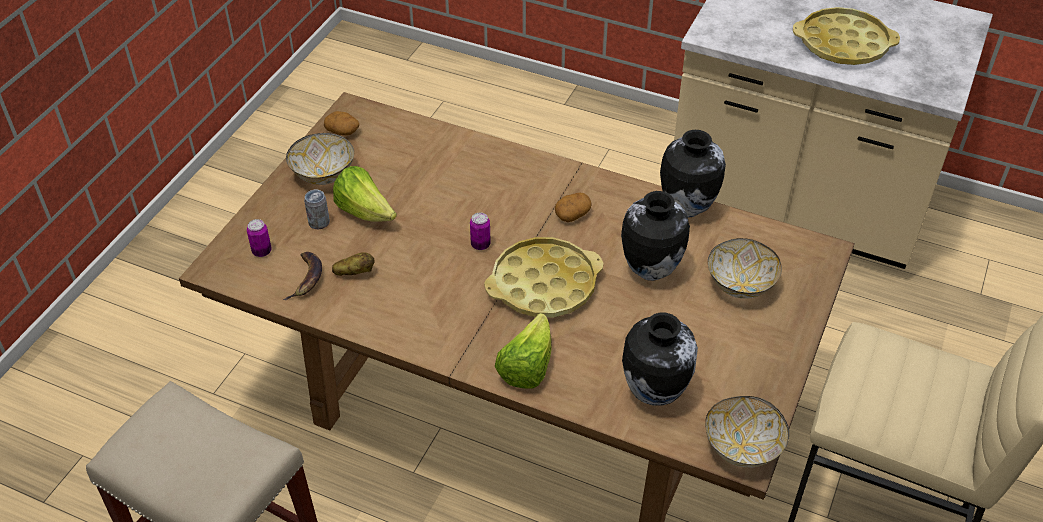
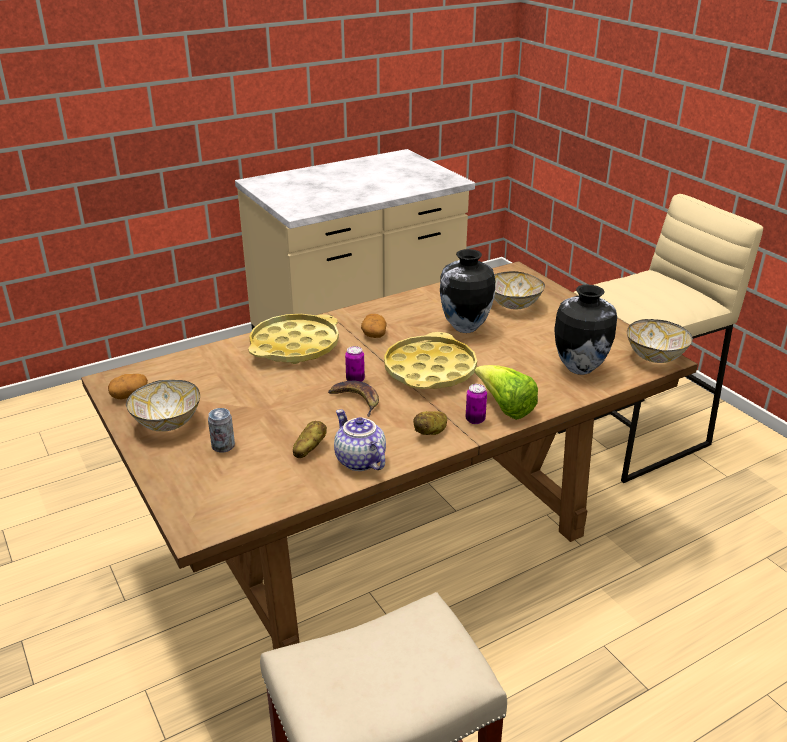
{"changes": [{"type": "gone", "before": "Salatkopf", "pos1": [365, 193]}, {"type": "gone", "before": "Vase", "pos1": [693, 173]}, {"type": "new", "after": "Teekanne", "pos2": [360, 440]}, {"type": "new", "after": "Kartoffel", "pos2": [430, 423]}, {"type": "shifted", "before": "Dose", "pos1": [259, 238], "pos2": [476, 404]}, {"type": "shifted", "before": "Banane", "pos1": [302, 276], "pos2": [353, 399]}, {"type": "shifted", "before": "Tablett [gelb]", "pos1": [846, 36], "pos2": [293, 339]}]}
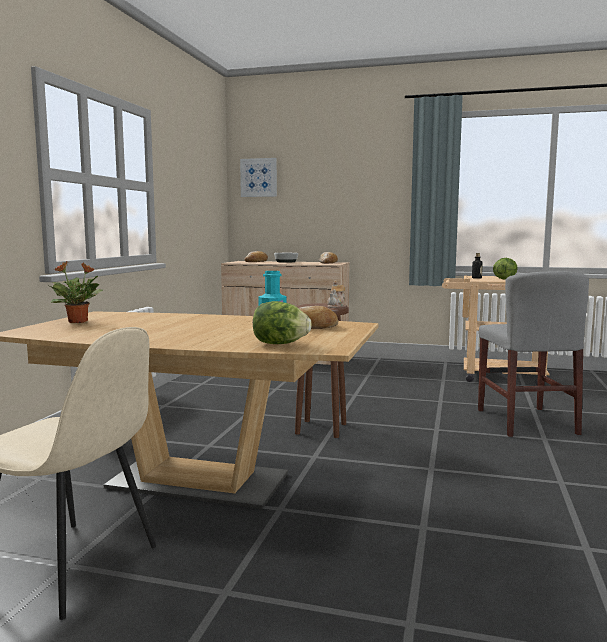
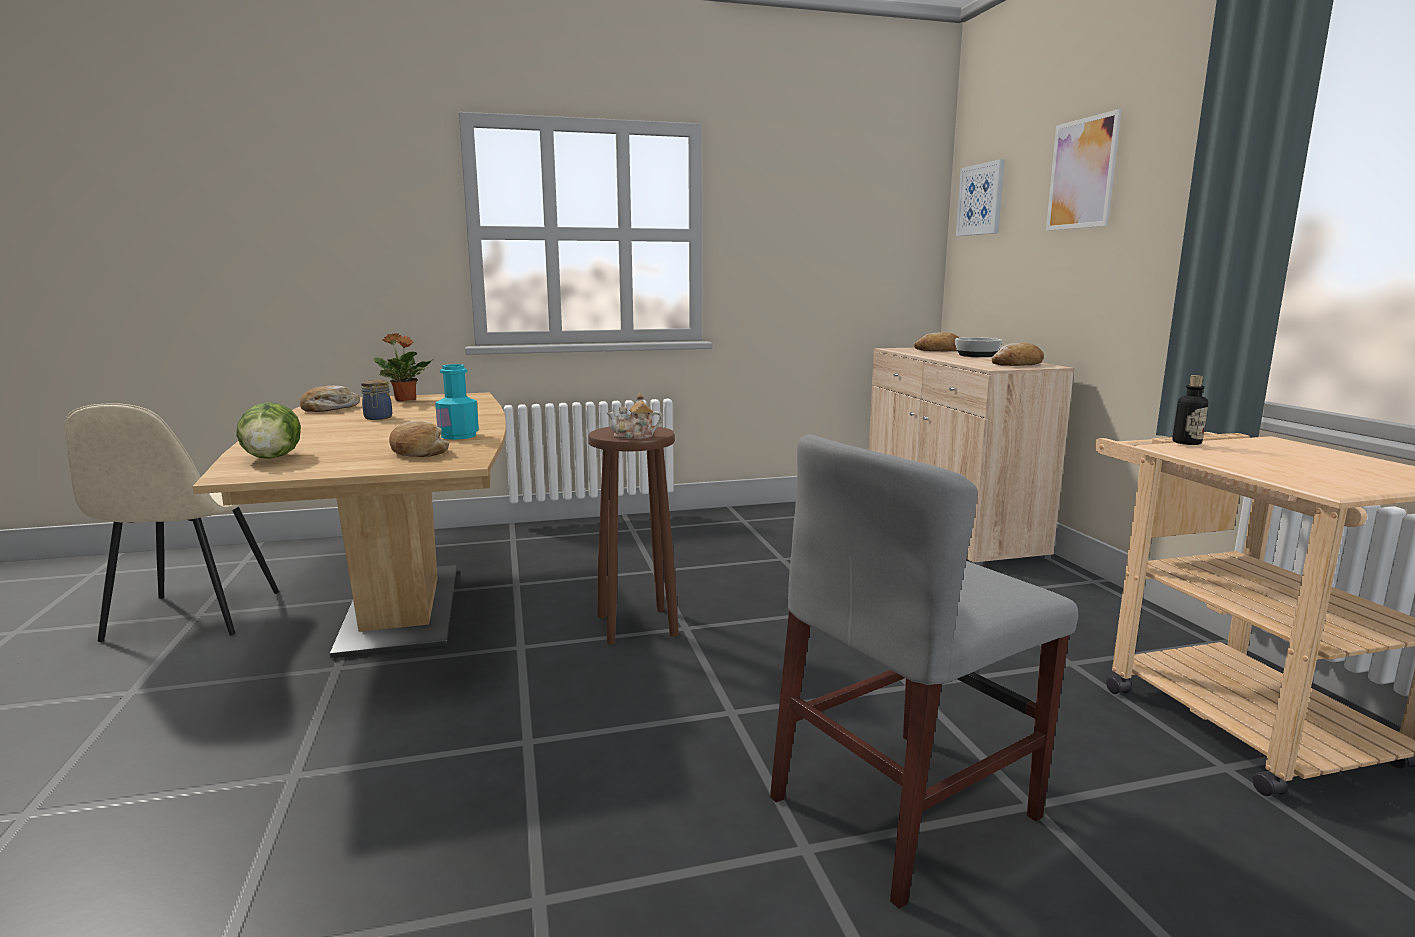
{"changes": [{"type": "gone", "before": "Salatkopf", "pos1": [505, 269]}, {"type": "new", "after": "Brot", "pos2": [330, 399]}, {"type": "new", "after": "Vorratsglas", "pos2": [376, 400]}, {"type": "new", "after": "Bild", "pos2": [1084, 170]}]}
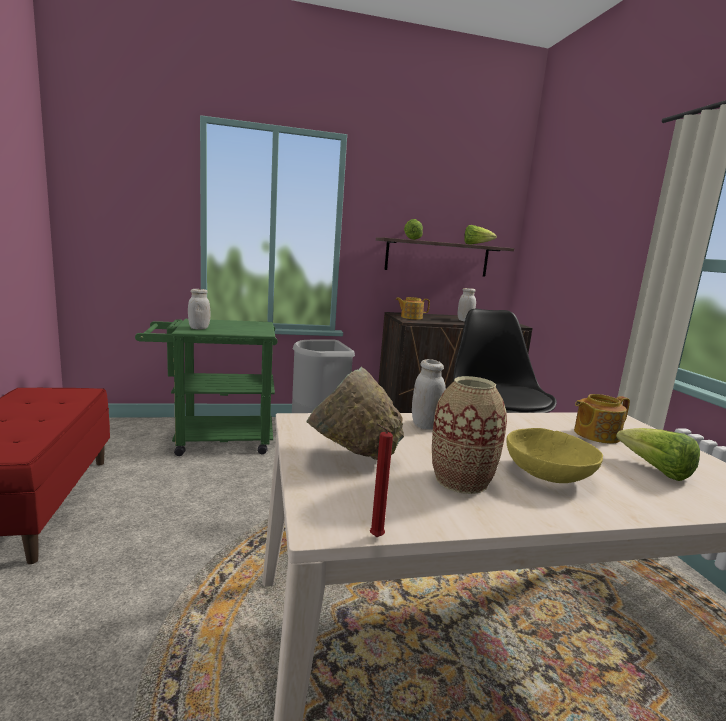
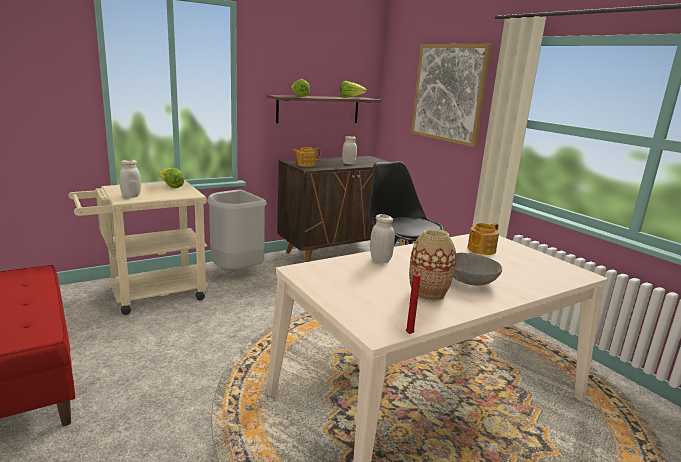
{"changes": [{"type": "gone", "before": "Schüssel [grün]", "pos1": [355, 413]}, {"type": "new", "after": "Bild", "pos2": [451, 95]}, {"type": "shifted", "before": "Salatkopf", "pos1": [658, 454], "pos2": [171, 178]}, {"type": "repainted", "before": "Rollwagen [grün]", "after": "Rollwagen [beige]", "pos1": [206, 387], "pos2": [138, 248]}, {"type": "repainted", "before": "Schüssel [gelb]", "after": "Schüssel [grau]", "pos1": [554, 455], "pos2": [477, 269]}]}
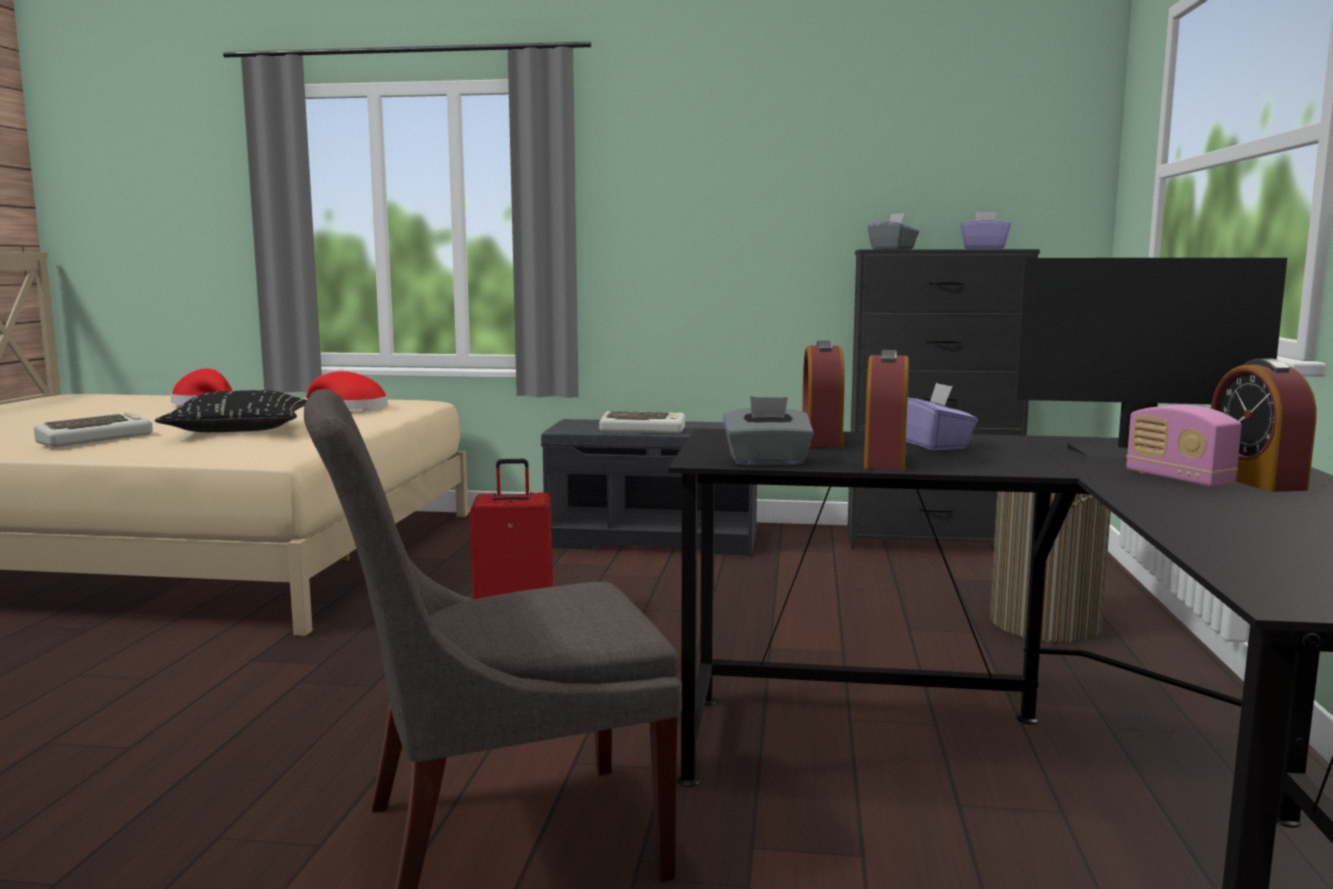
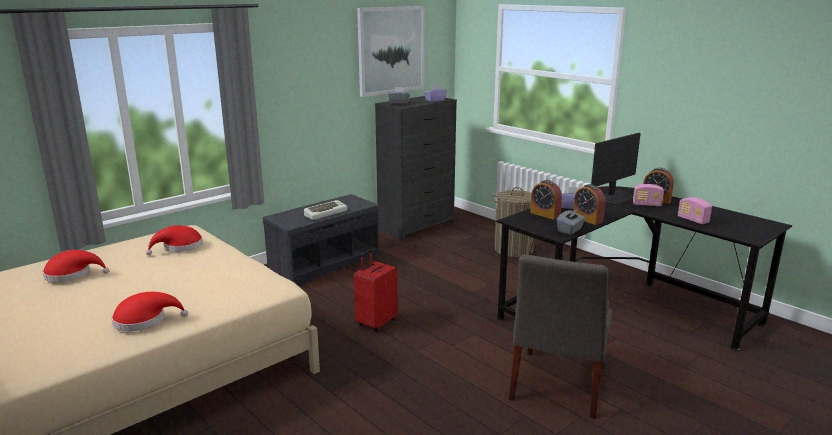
{"changes": [{"type": "gone", "before": "Kissen [schwarz]", "pos1": [231, 411]}, {"type": "new", "after": "Bild", "pos2": [391, 51]}, {"type": "new", "after": "Radio", "pos2": [695, 210]}, {"type": "swapped", "before": "Tastatur", "after": "Hut [rot]", "pos1": [93, 430], "pos2": [149, 311]}]}
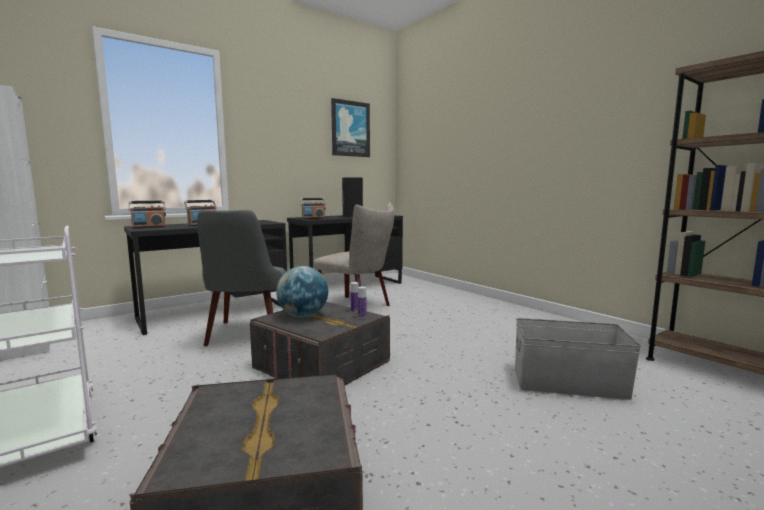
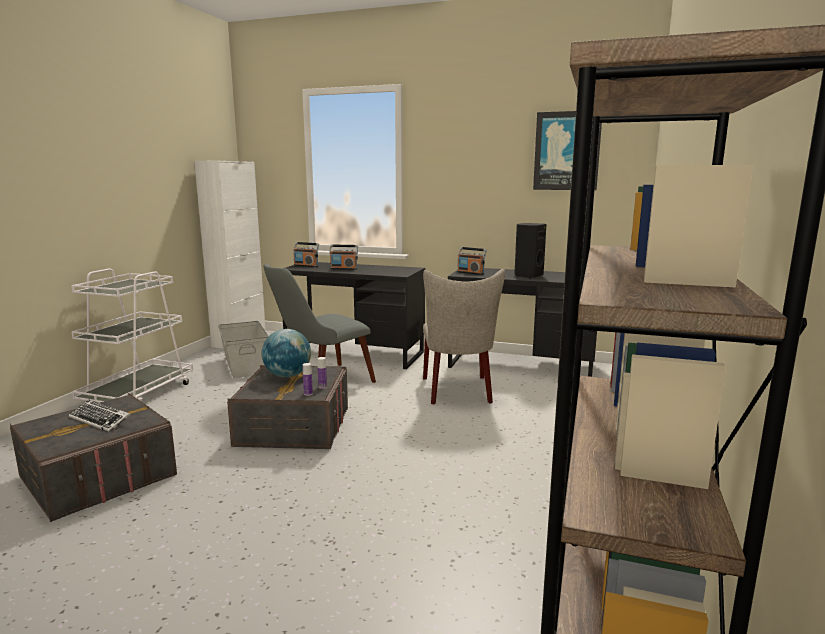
{"changes": [{"type": "new", "after": "Tastatur", "pos2": [99, 415]}, {"type": "shifted", "before": "Aufbewahrungsbox [grau]", "pos1": [578, 359], "pos2": [243, 349]}]}
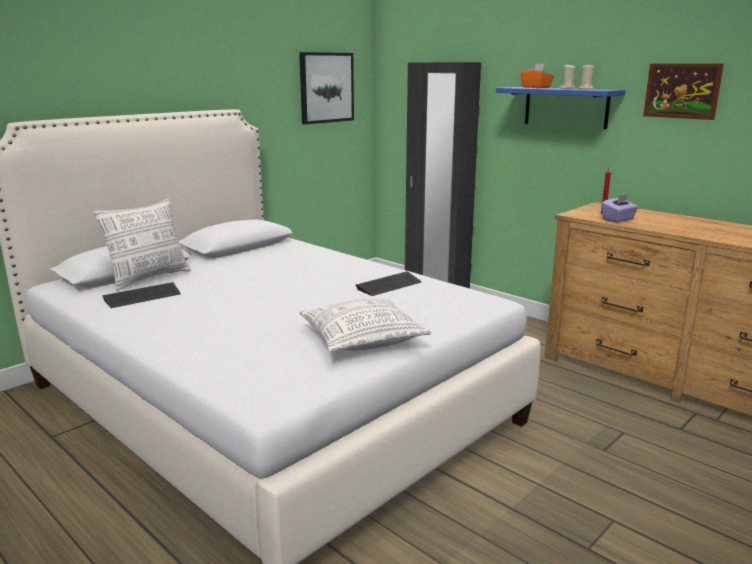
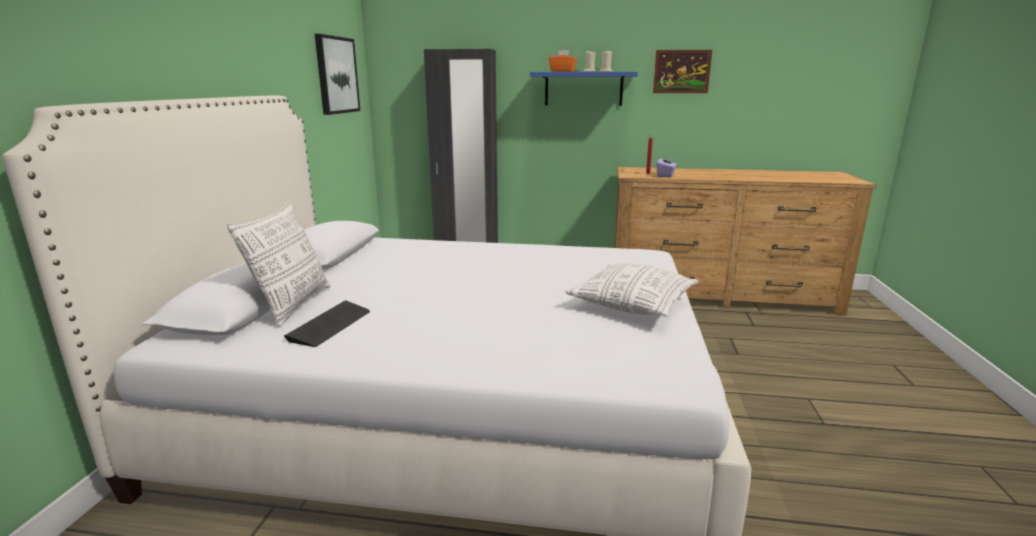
{"changes": [{"type": "gone", "before": "Tastatur", "pos1": [388, 283]}]}
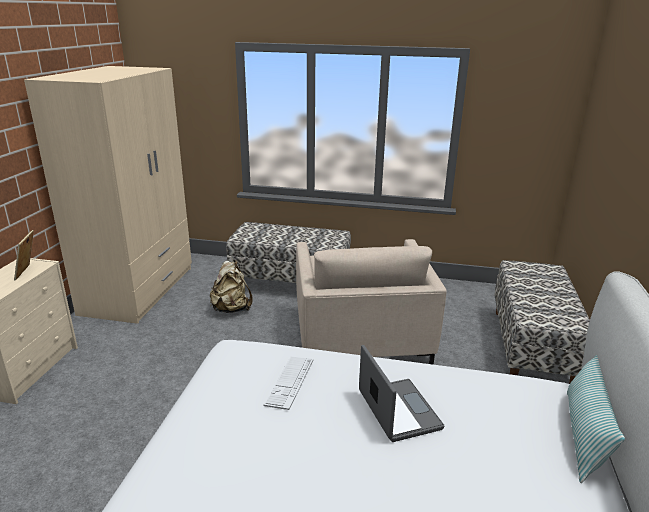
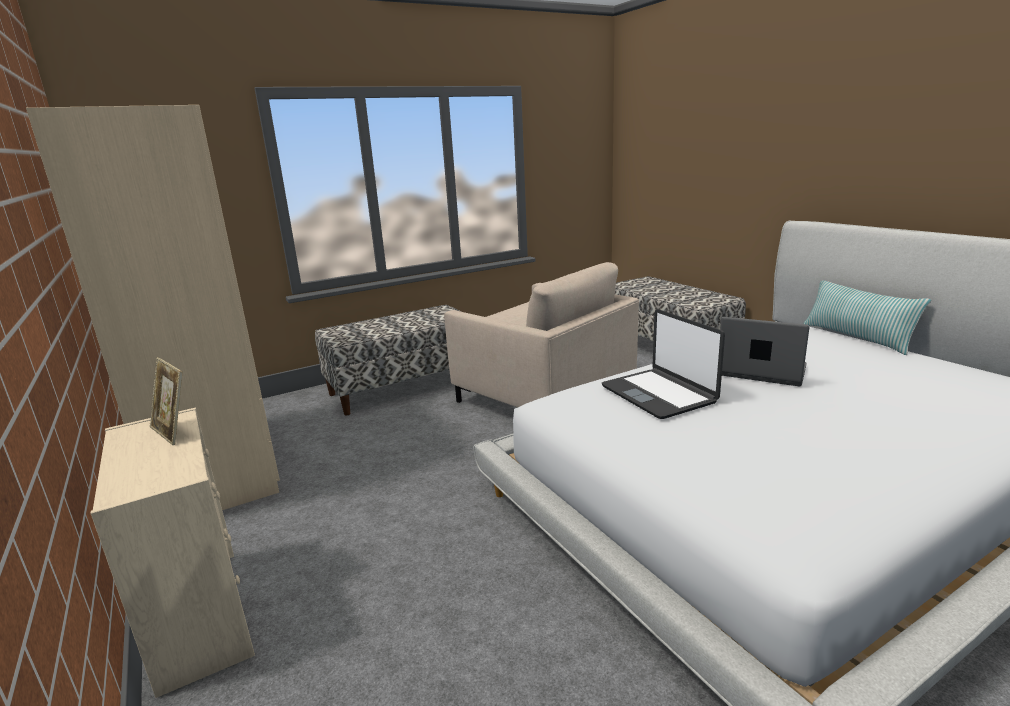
{"changes": [{"type": "gone", "before": "Rucksack [beige]", "pos1": [231, 286]}, {"type": "swapped", "before": "Tastatur", "after": "Laptop", "pos1": [288, 383], "pos2": [663, 364]}]}
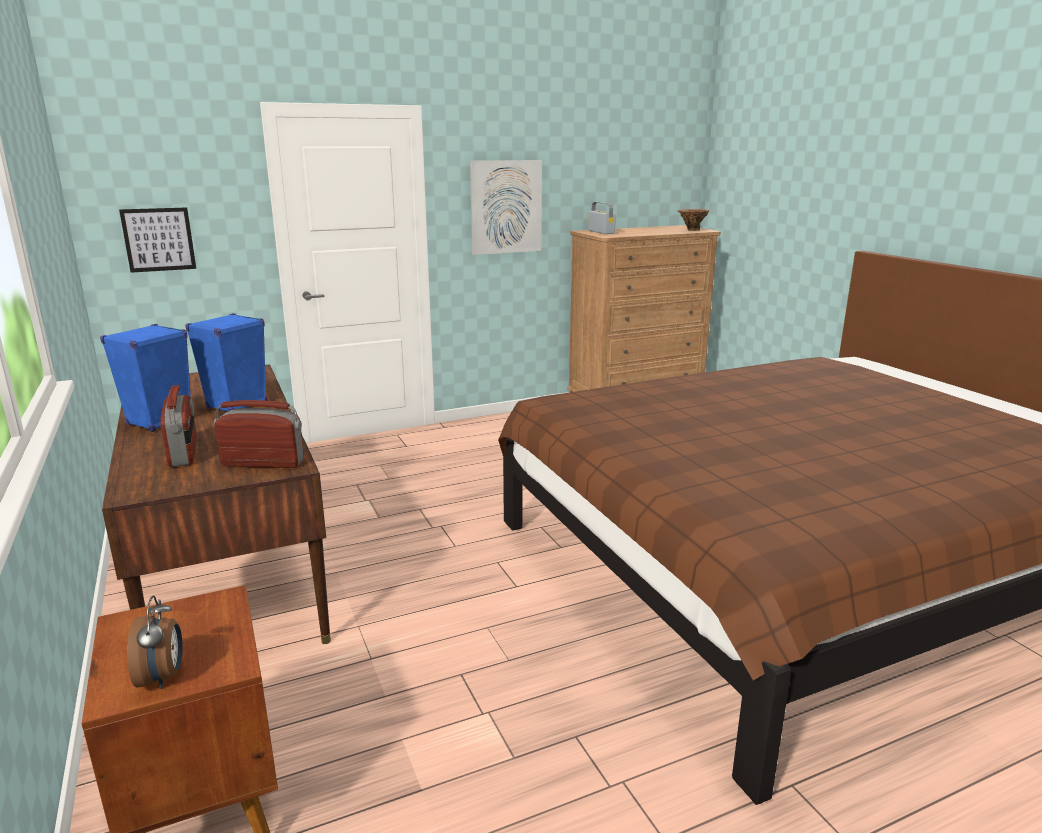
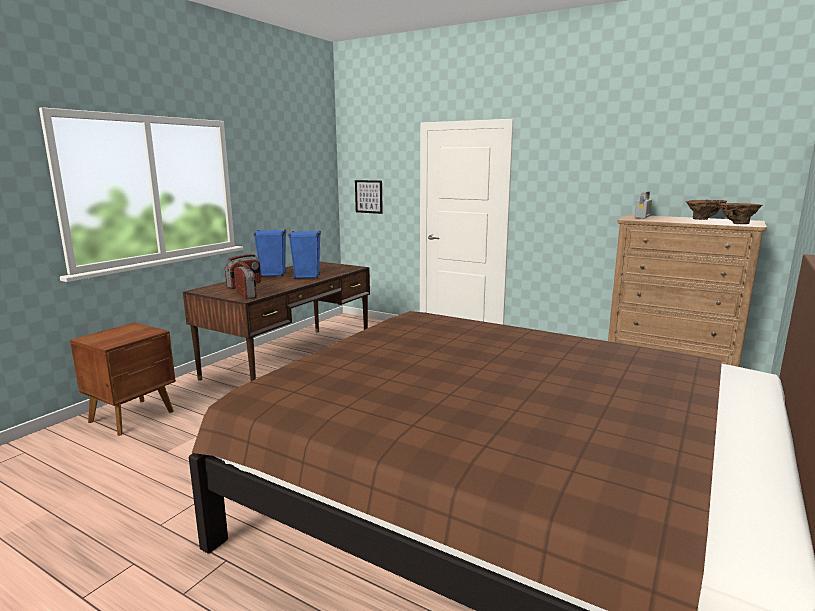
{"changes": [{"type": "gone", "before": "Wecker", "pos1": [155, 642]}, {"type": "gone", "before": "Bild", "pos1": [506, 207]}, {"type": "new", "after": "Vase [braun]", "pos2": [706, 210]}]}
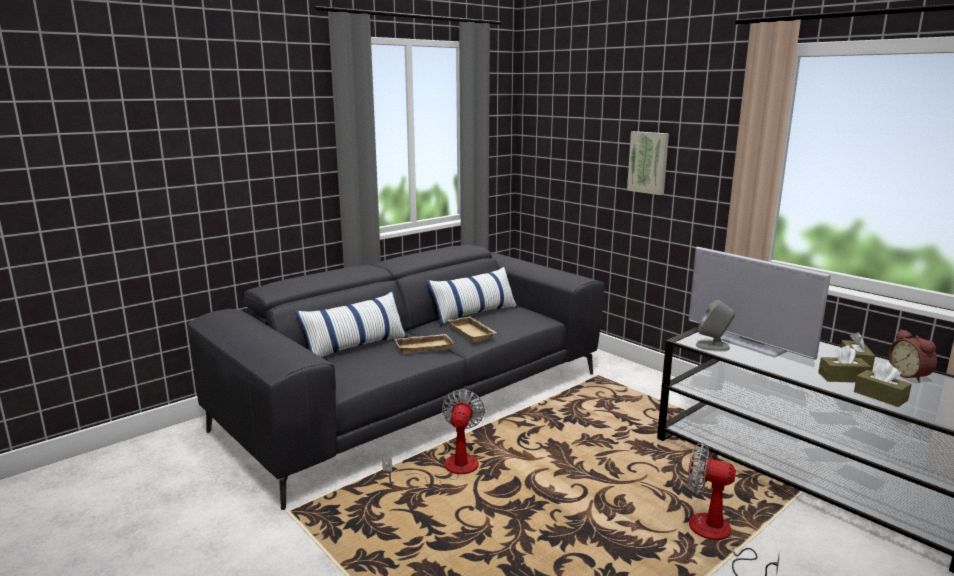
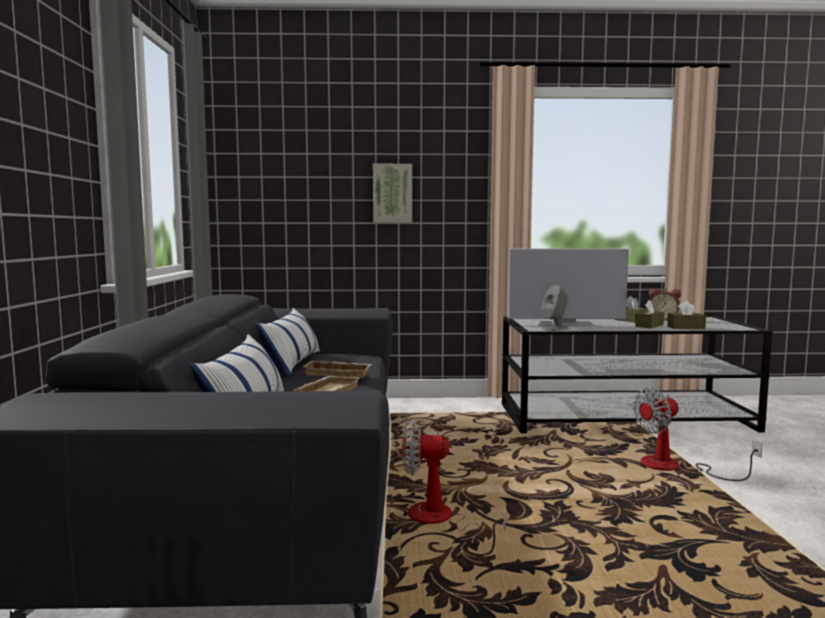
{"changes": [{"type": "rotated", "before": "Ventilator", "pos1": [433, 437], "pos2": [454, 487], "turn": -45}]}
